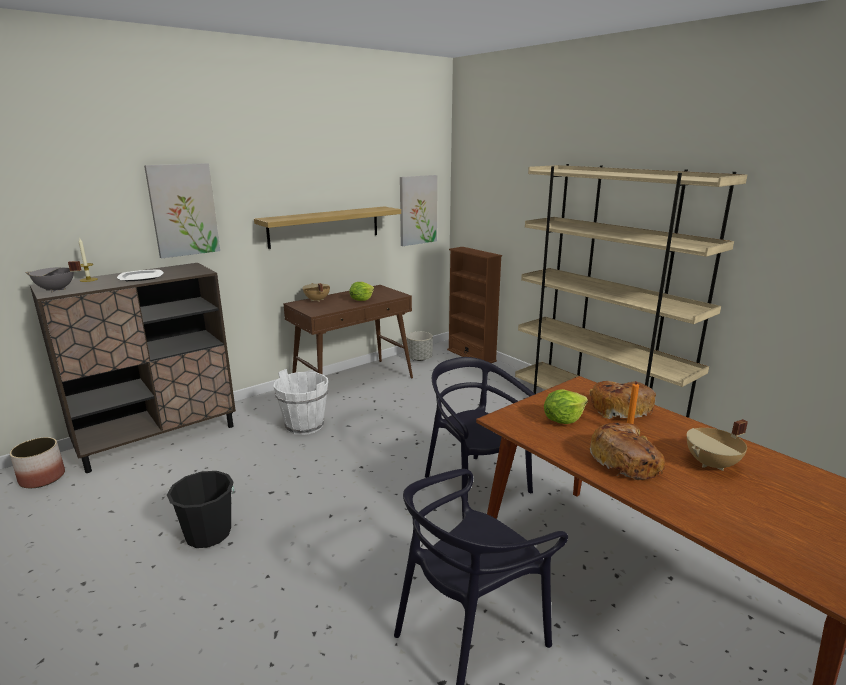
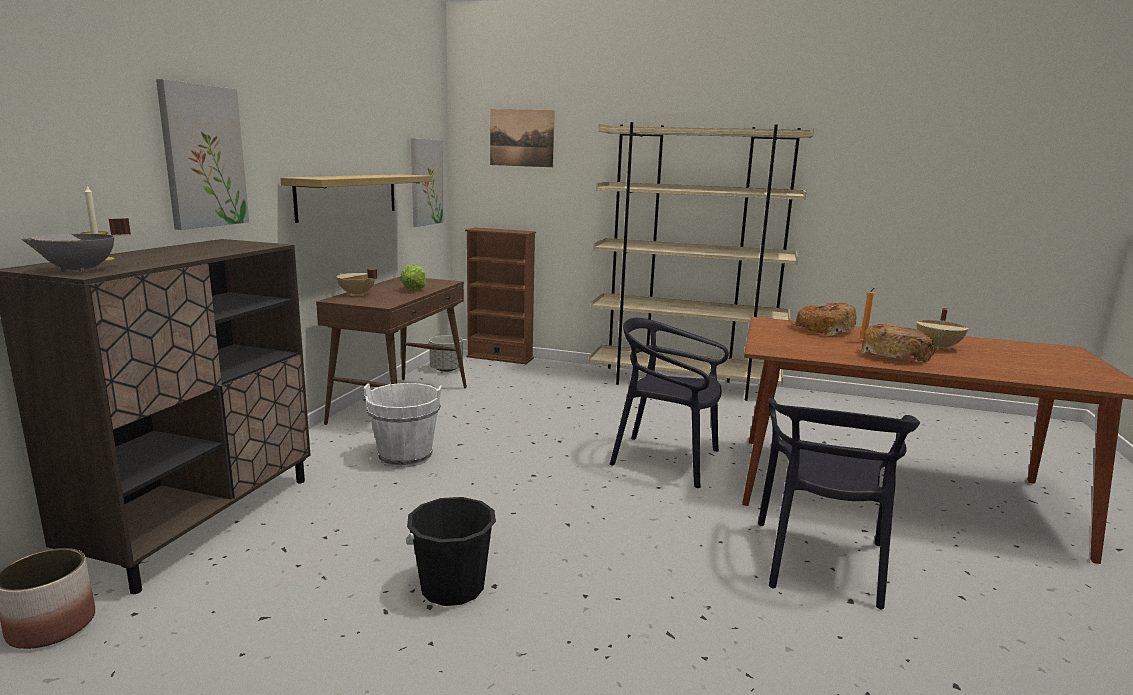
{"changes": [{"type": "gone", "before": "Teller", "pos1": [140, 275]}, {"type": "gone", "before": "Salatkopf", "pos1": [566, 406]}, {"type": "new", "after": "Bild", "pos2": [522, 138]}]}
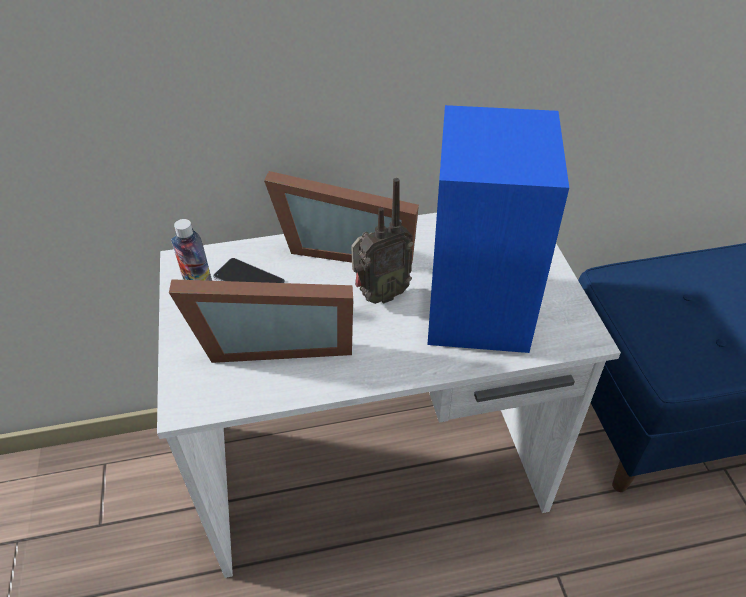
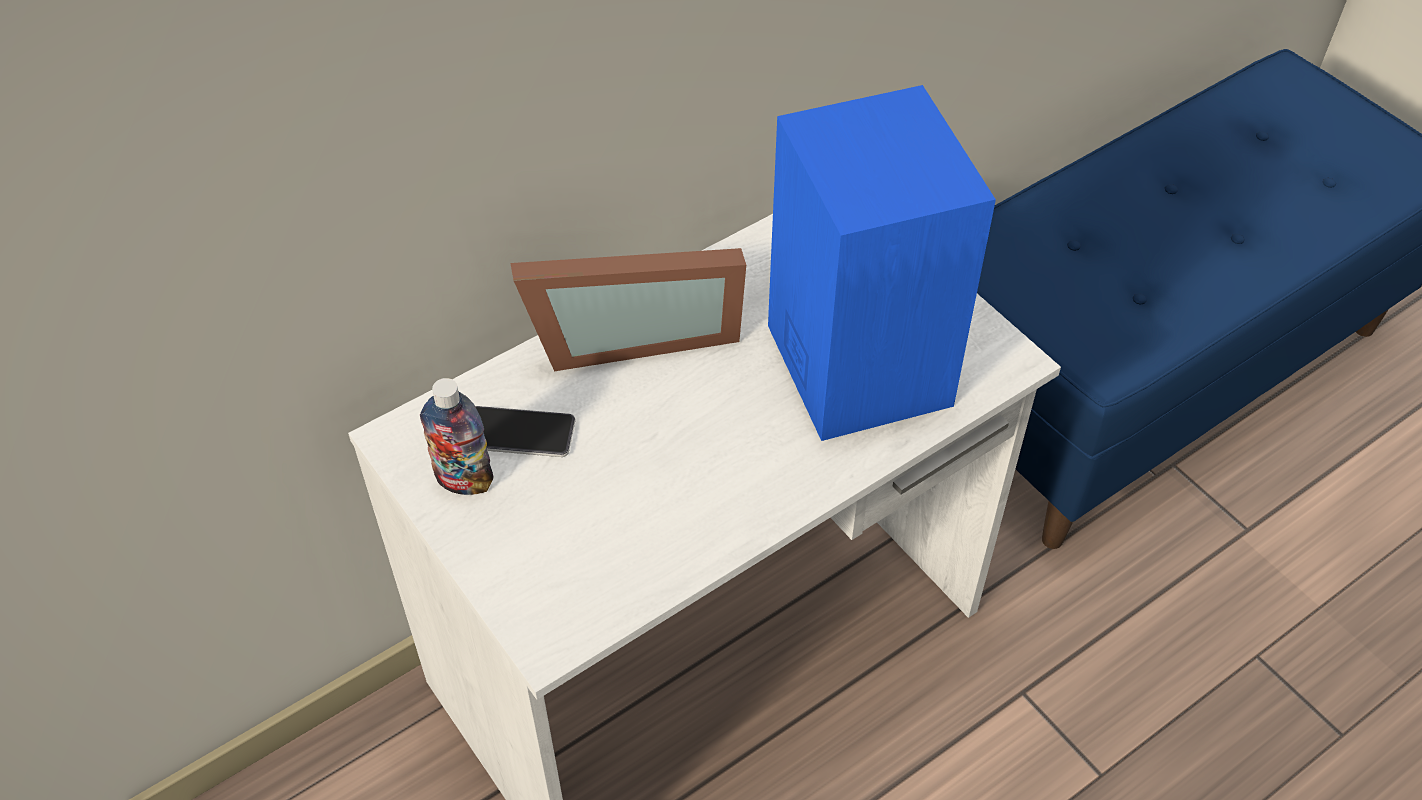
{"changes": [{"type": "gone", "before": "Bilderrahmen", "pos1": [261, 321]}, {"type": "gone", "before": "Radio", "pos1": [382, 241]}]}
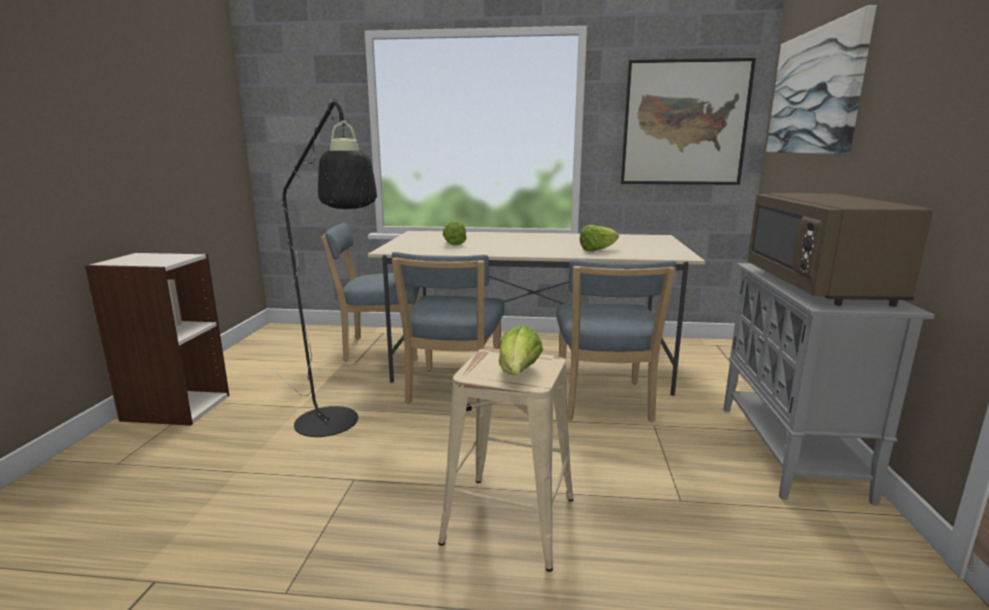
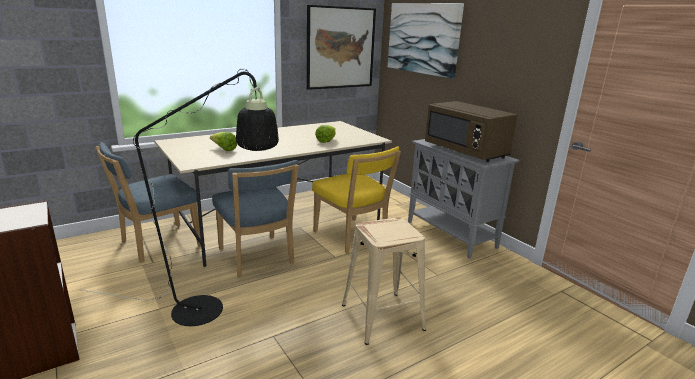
{"changes": [{"type": "gone", "before": "Salatkopf", "pos1": [521, 350]}, {"type": "repainted", "before": "Stuhl [blau]", "after": "Stuhl [gelb]", "pos1": [616, 341], "pos2": [356, 200]}]}
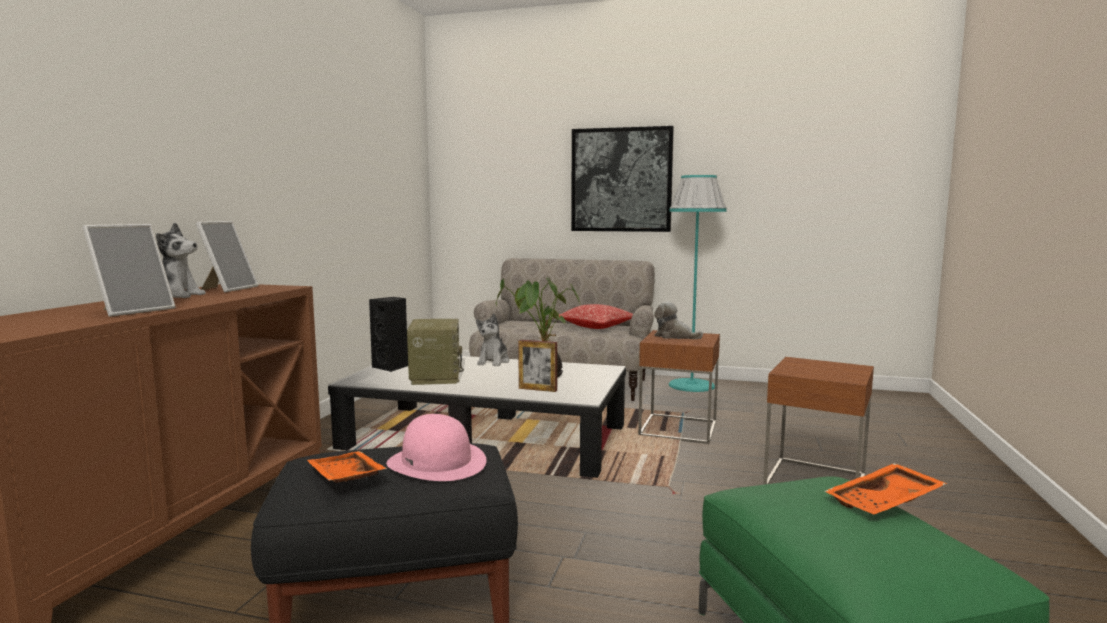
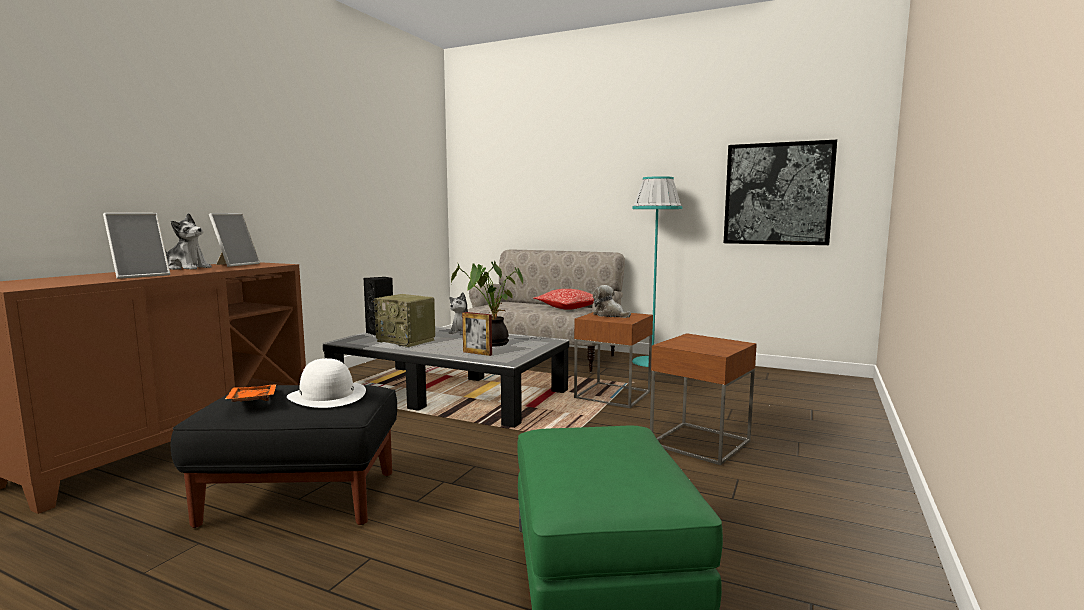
{"changes": [{"type": "gone", "before": "Tablett [orange]", "pos1": [886, 489]}, {"type": "shifted", "before": "Bild", "pos1": [622, 179], "pos2": [780, 192]}, {"type": "repainted", "before": "Hut [rosa]", "after": "Hut [weiß]", "pos1": [436, 447], "pos2": [326, 383]}, {"type": "rotated", "before": "Radio", "pos1": [435, 352], "pos2": [404, 320], "turn": 120}]}
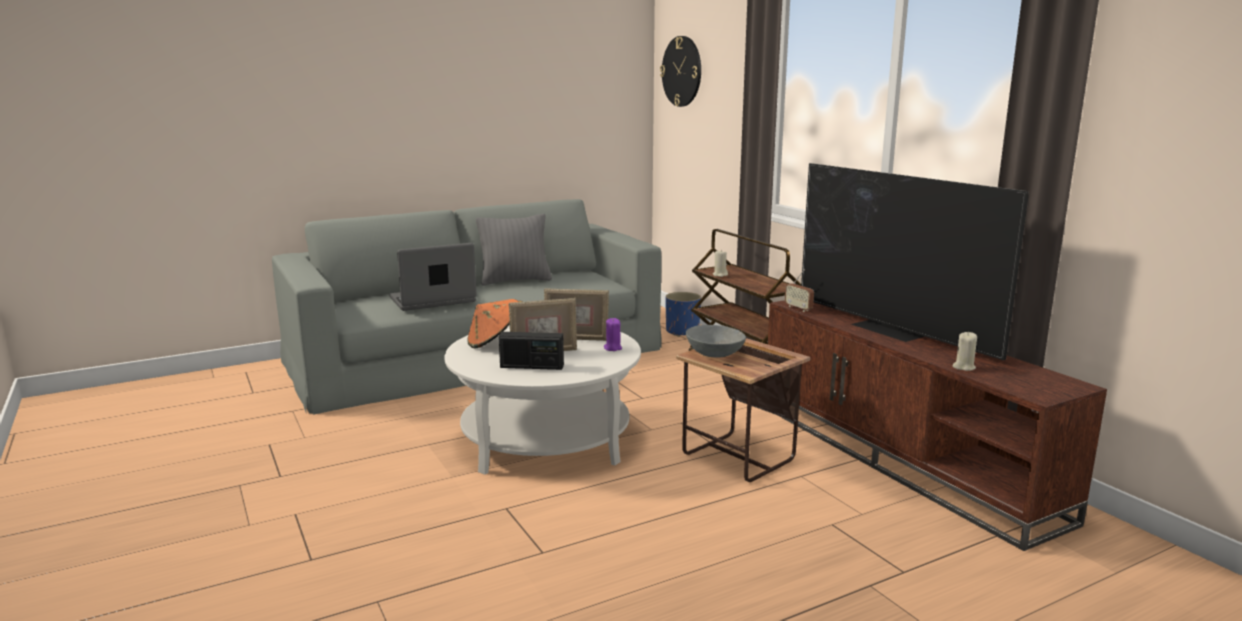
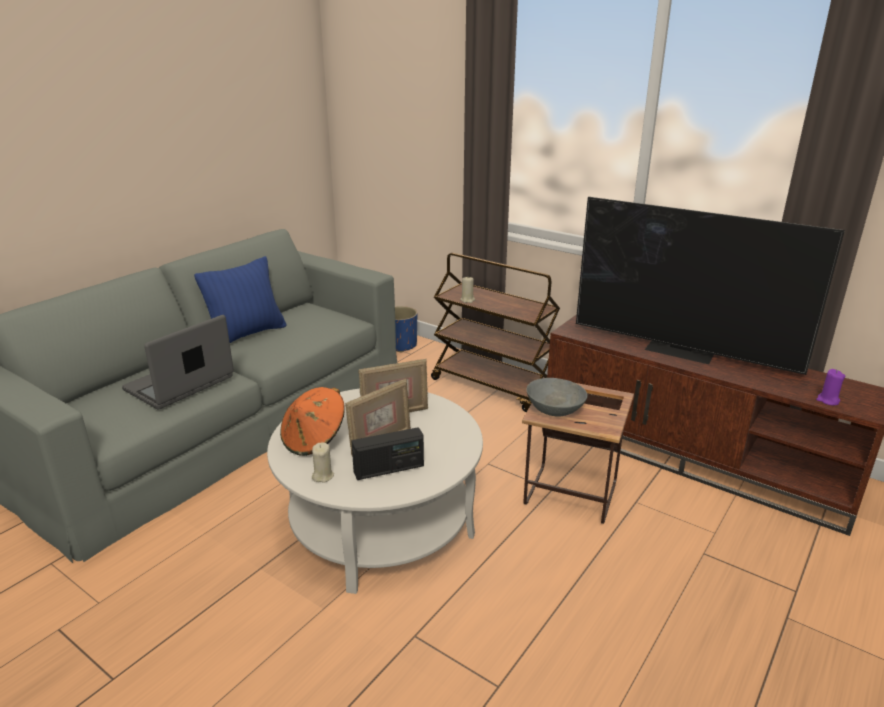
{"changes": [{"type": "gone", "before": "Wanduhr", "pos1": [680, 71]}, {"type": "gone", "before": "Radio", "pos1": [799, 290]}, {"type": "shifted", "before": "Kerze [lila]", "pos1": [613, 334], "pos2": [830, 387]}, {"type": "shifted", "before": "Kerze [beige]", "pos1": [965, 351], "pos2": [323, 462]}, {"type": "repainted", "before": "Kissen [grau]", "after": "Kissen [blau]", "pos1": [514, 250], "pos2": [240, 299]}]}
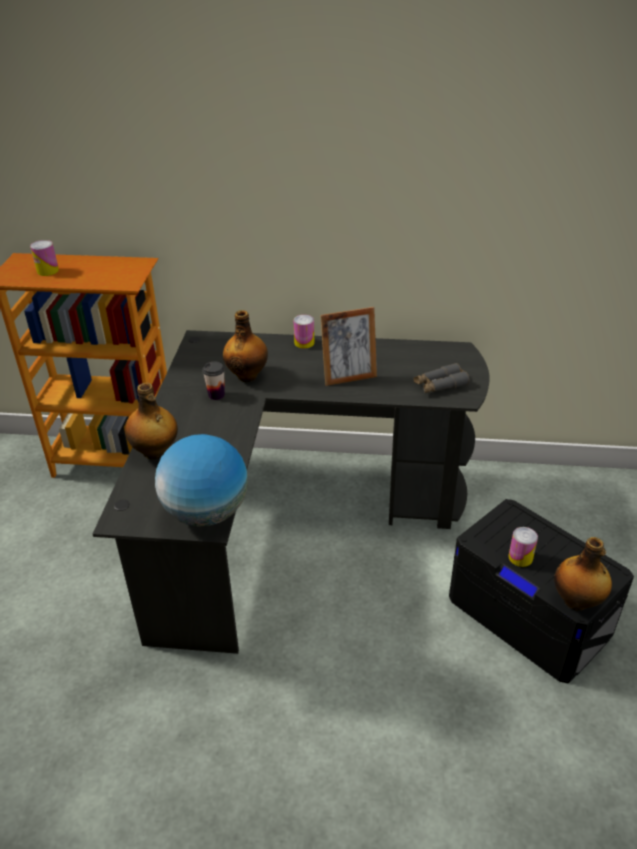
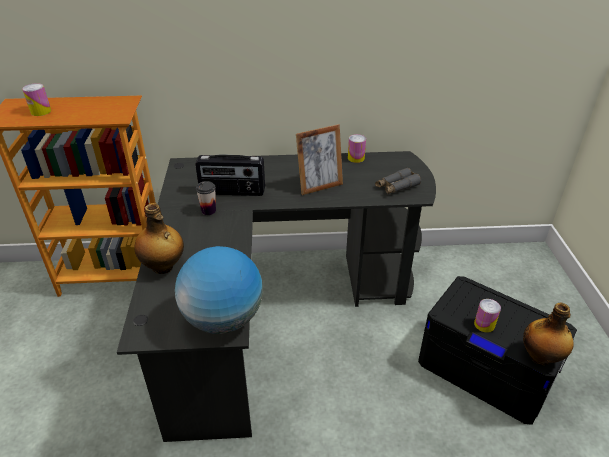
{"changes": [{"type": "shifted", "before": "Dose", "pos1": [304, 332], "pos2": [357, 148]}, {"type": "swapped", "before": "Flasche", "after": "Radio", "pos1": [245, 346], "pos2": [230, 175]}]}
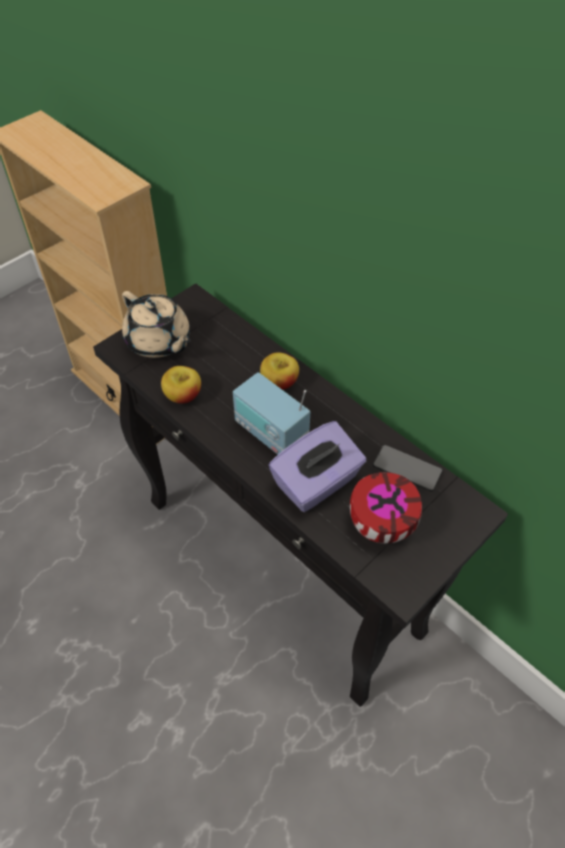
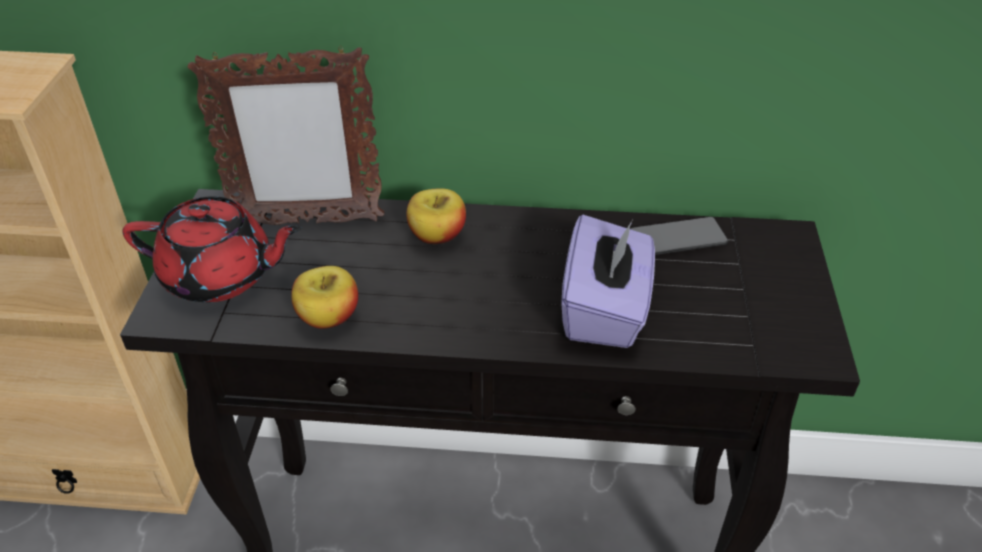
{"changes": [{"type": "gone", "before": "Radio", "pos1": [271, 413]}, {"type": "gone", "before": "Schüssel", "pos1": [386, 508]}, {"type": "new", "after": "Bilderrahmen", "pos2": [286, 135]}, {"type": "repainted", "before": "Teekanne [beige]", "after": "Teekanne [rot]", "pos1": [156, 324], "pos2": [212, 249]}]}
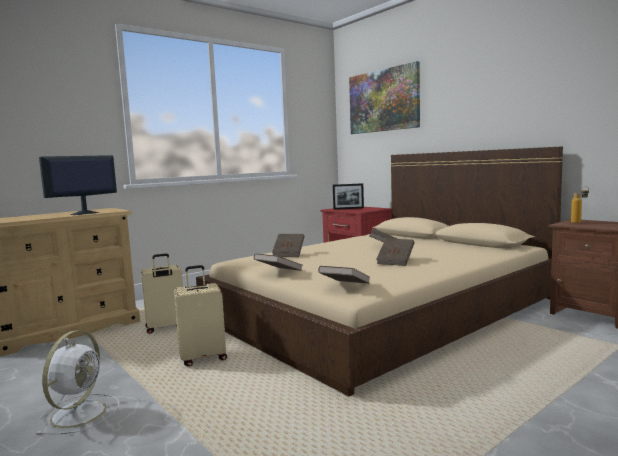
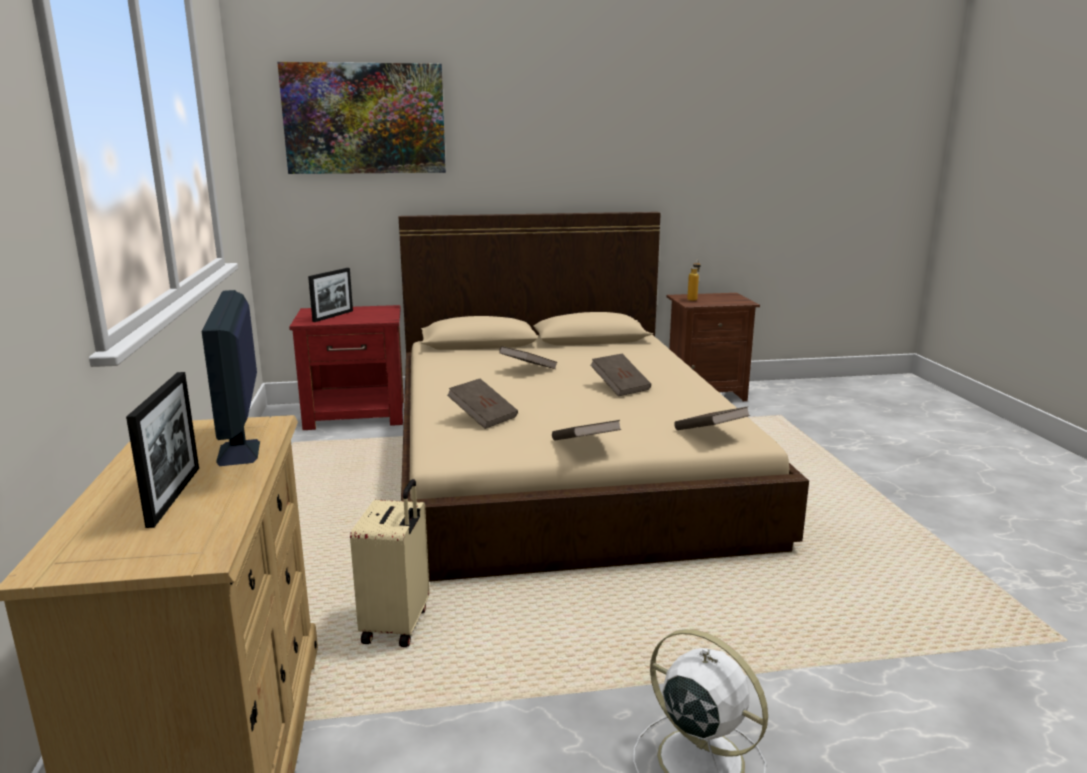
{"changes": [{"type": "gone", "before": "Koffer [beige]", "pos1": [200, 315]}, {"type": "new", "after": "Bilderrahmen", "pos2": [162, 450]}]}
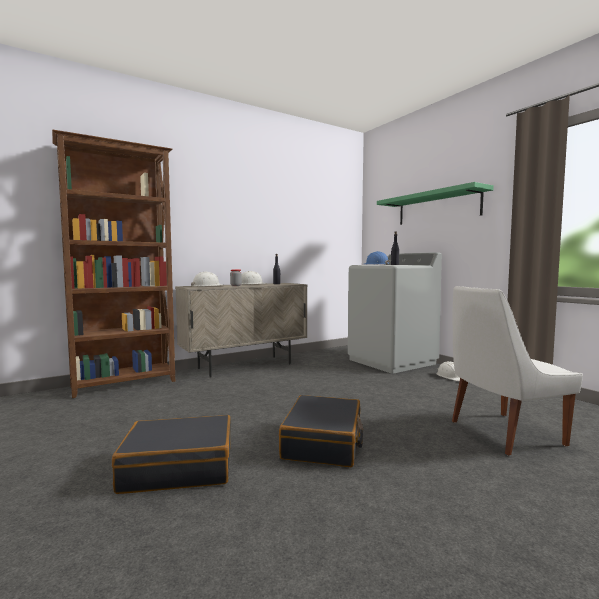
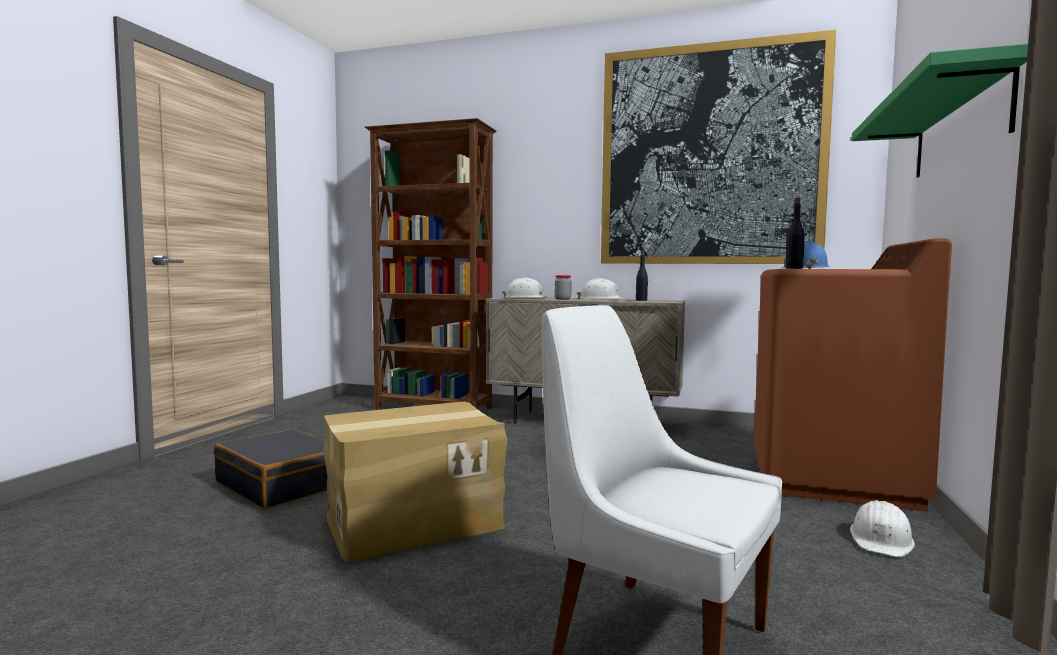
{"changes": [{"type": "new", "after": "Bild", "pos2": [718, 147]}, {"type": "swapped", "before": "Koffer [schwarz]", "after": "Karton", "pos1": [321, 431], "pos2": [415, 482]}, {"type": "repainted", "before": "Waschmaschine [grau]", "after": "Waschmaschine [braun]", "pos1": [395, 313], "pos2": [853, 375]}]}
